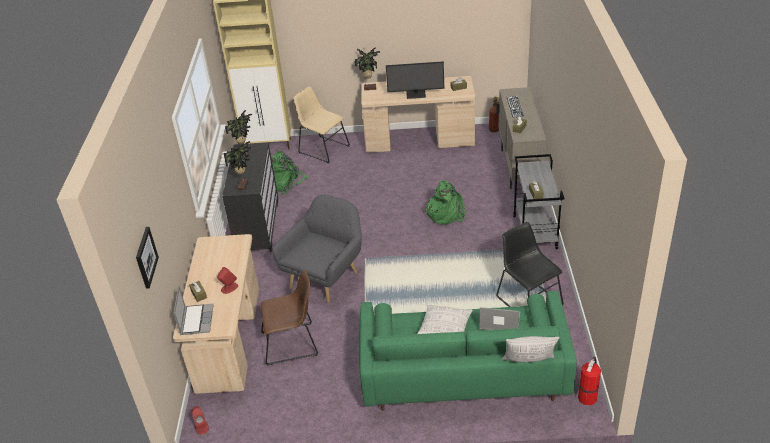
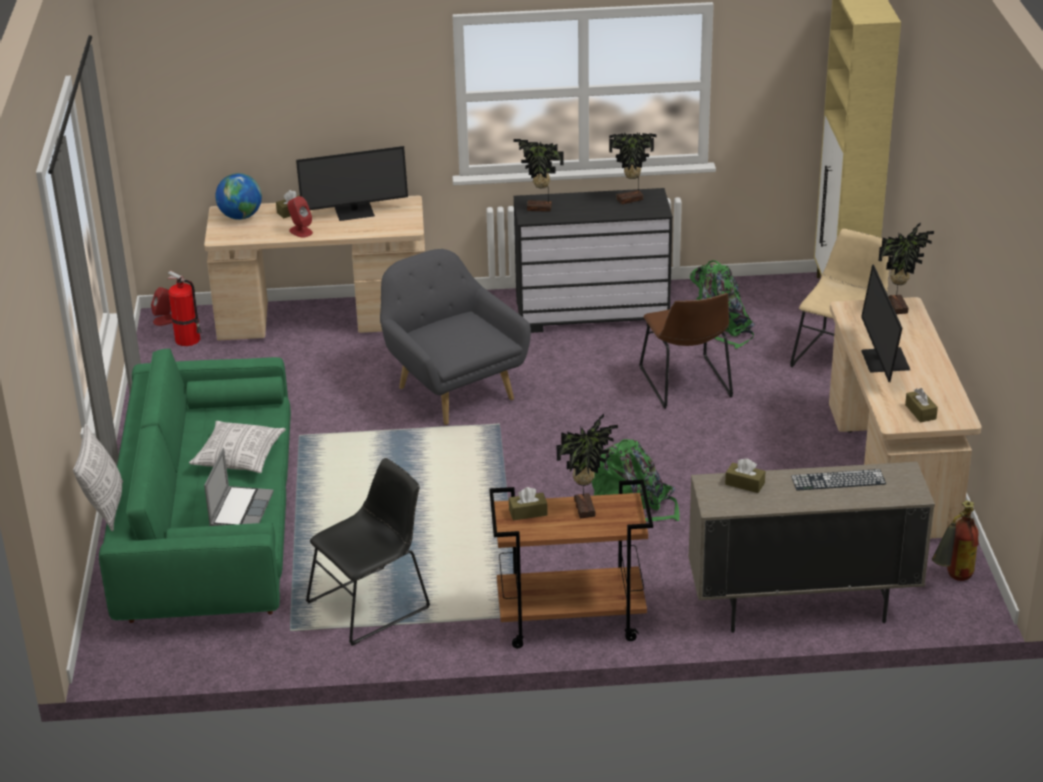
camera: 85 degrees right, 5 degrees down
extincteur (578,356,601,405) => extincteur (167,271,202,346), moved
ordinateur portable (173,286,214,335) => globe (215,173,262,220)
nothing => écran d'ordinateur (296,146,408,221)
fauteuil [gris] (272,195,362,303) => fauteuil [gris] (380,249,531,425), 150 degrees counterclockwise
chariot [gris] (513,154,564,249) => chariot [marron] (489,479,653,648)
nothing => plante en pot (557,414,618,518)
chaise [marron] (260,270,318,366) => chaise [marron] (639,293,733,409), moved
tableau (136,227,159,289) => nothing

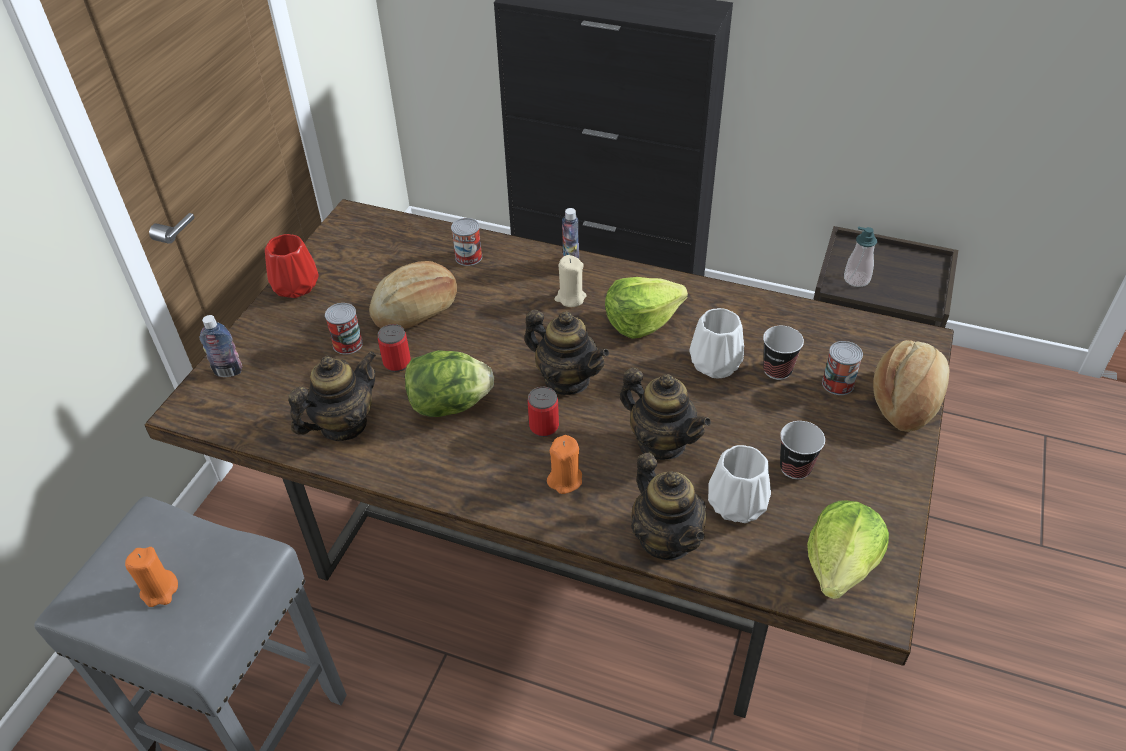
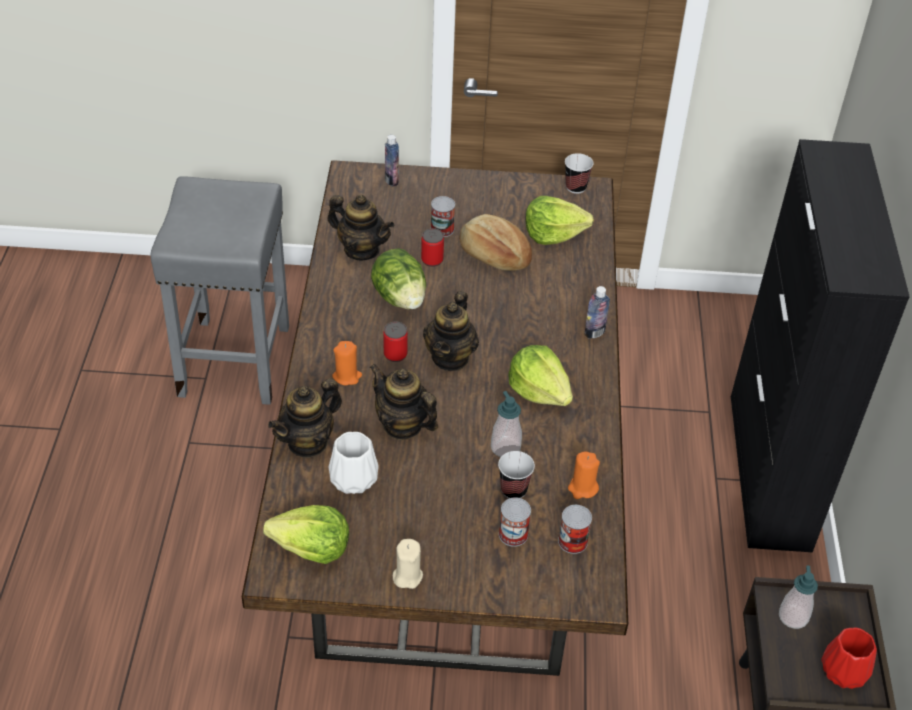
camera: 70 degrees right, 0 degrees up
théière (620,368,711,460) => théière (370,364,438,440), 105 degrees clockwise
bougie [beige] (555,255,586,307) => bougie [beige] (393,539,423,589), moved
vase [blanc] (689,308,744,379) => distributeur de savon (491,391,522,457)
nothing => laitue (525,196,594,245)
boîte métallique (451,218,482,266) => boîte métallique (558,505,592,554), moved
tasse (780,421,825,480) => tasse (565,153,594,194), moved
bougie [orange] (125,547,178,607) => bougie [orange] (568,452,600,499), moved
vase [rouge] (265,234,319,298) => vase [rouge] (821,628,877,689), moved
pain (873,340,950,432) => nothing

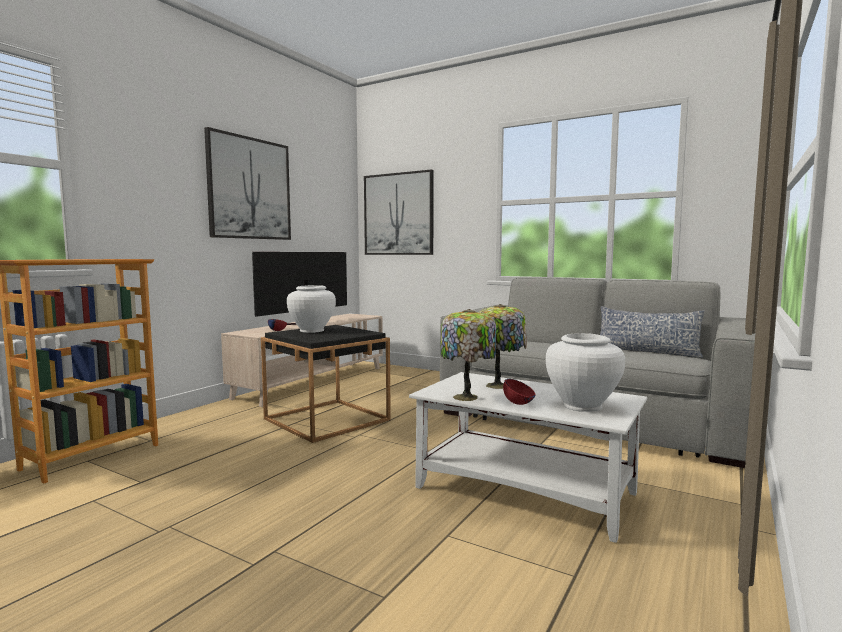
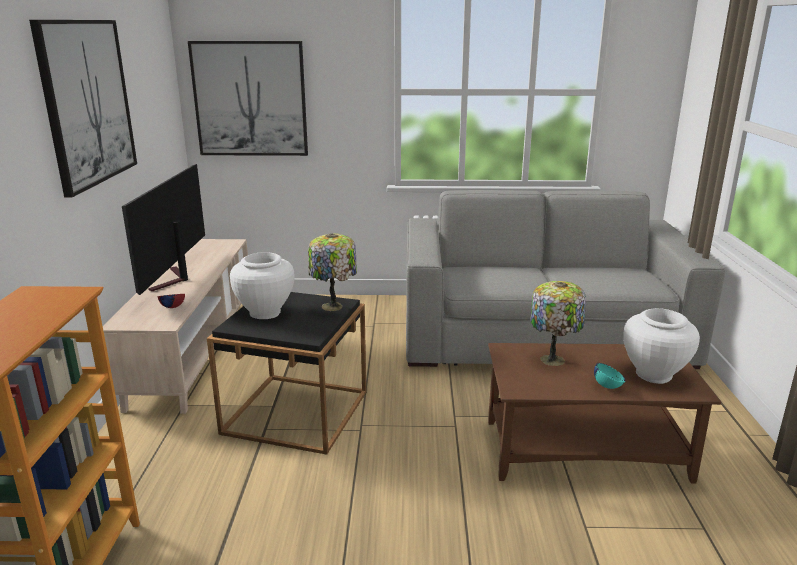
camera: 30 degrees left, 15 degrees up
lampe de table (440,309,496,401) => lampe de table (308,233,357,311), moved
table basse [blanc] (409,372,647,543) => table basse [marron] (488,343,721,484)
bol [rouge] (503,379,536,405) => bol [turquoise] (594,363,626,389)
coussin (600,306,705,358) => nothing

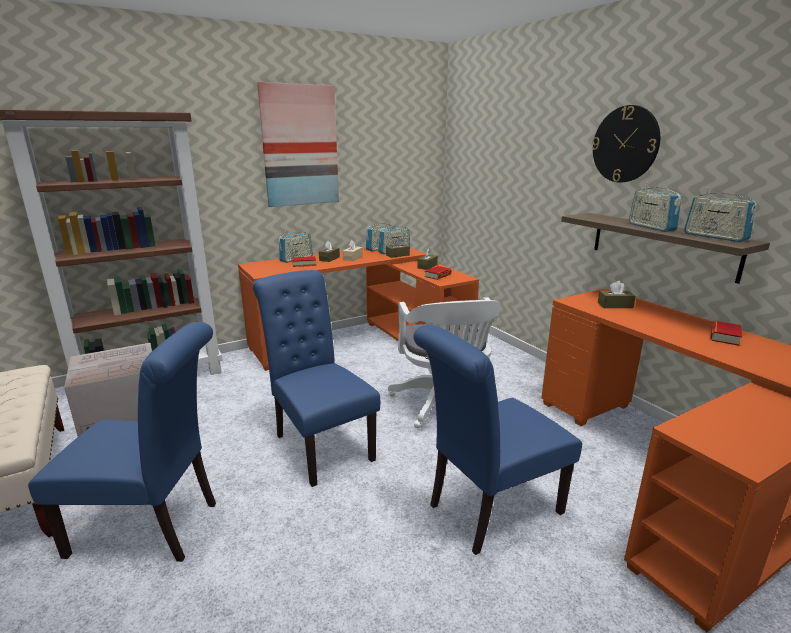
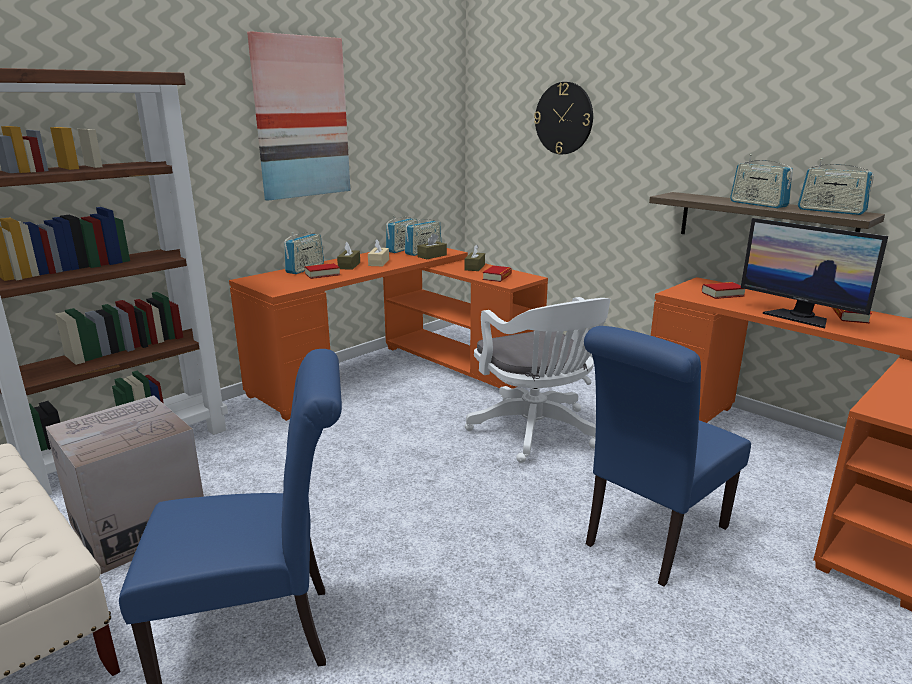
camera: 15 degrees left, 0 degrees up
horloge murale (592,105,660,183) => horloge murale (534,82,593,154), moved
boîte à mouchoirs [marron] (598,281,636,308) => livre (702,282,745,299)
nothing => écran d'ordinateur (741,218,888,328)
chaise [bleu] (253,270,380,487) => nothing

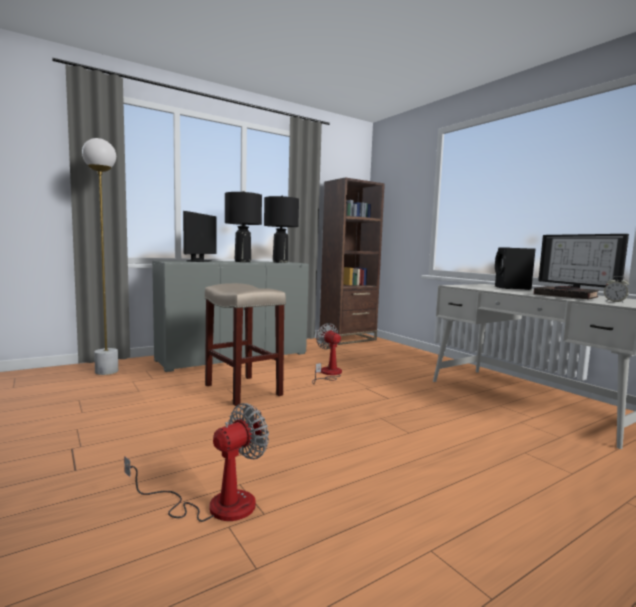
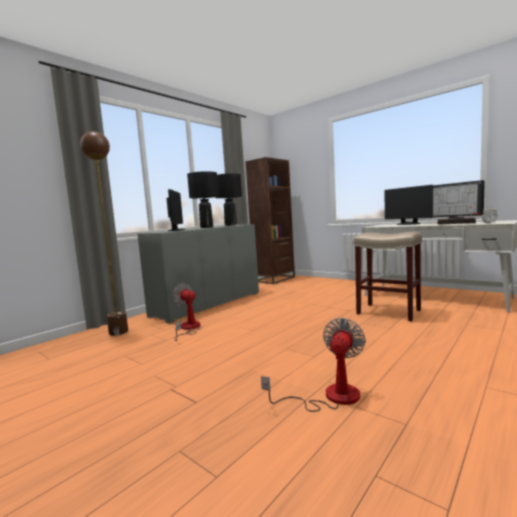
camera: 15 degrees left, 0 degrees up
lampadaire [blanc] (82,138,118,375) => lampadaire [marron] (80,131,128,336)
ventilateur (312,323,342,384) => ventilateur (172,283,200,341), moved
tabouret [beige] (205,283,286,406) => tabouret [beige] (354,232,422,321), moved
enceinte [noir] (495,248,535,290) => écran d'ordinateur (384,185,433,225)

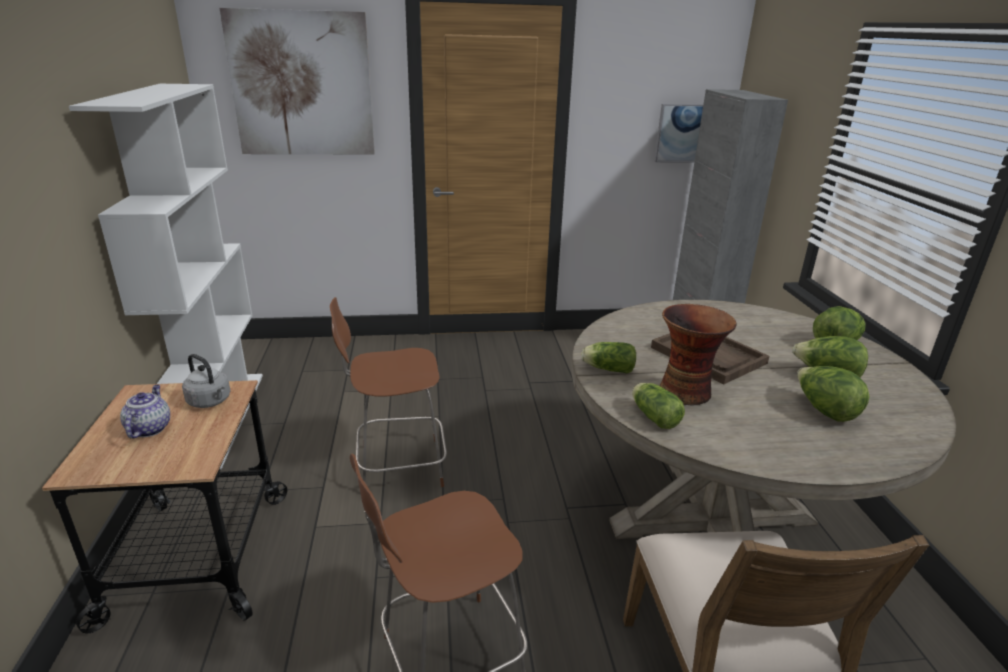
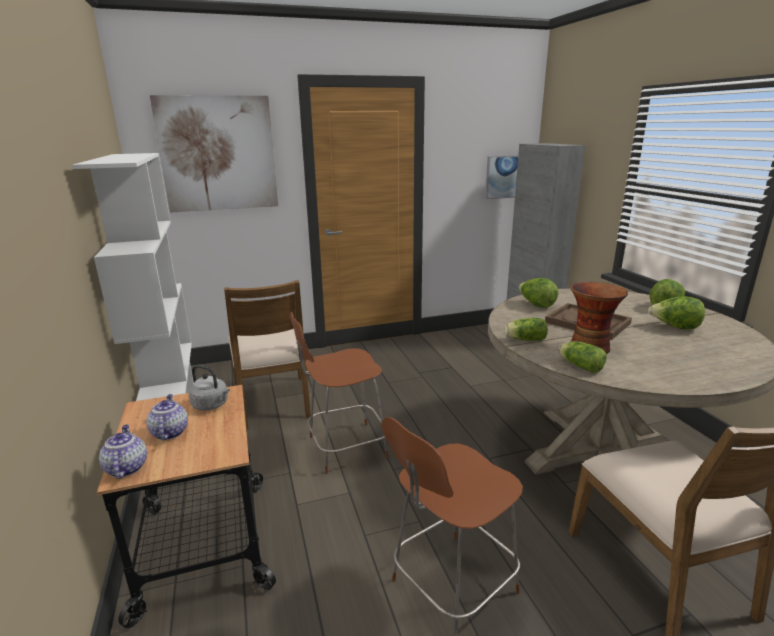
camera: 10 degrees left, 5 degrees down
nothing => théière (99,425,147,479)
nothing => chaise [marron] (224,280,311,430)
laitue (797,366,870,422) => laitue (519,278,558,308), moved

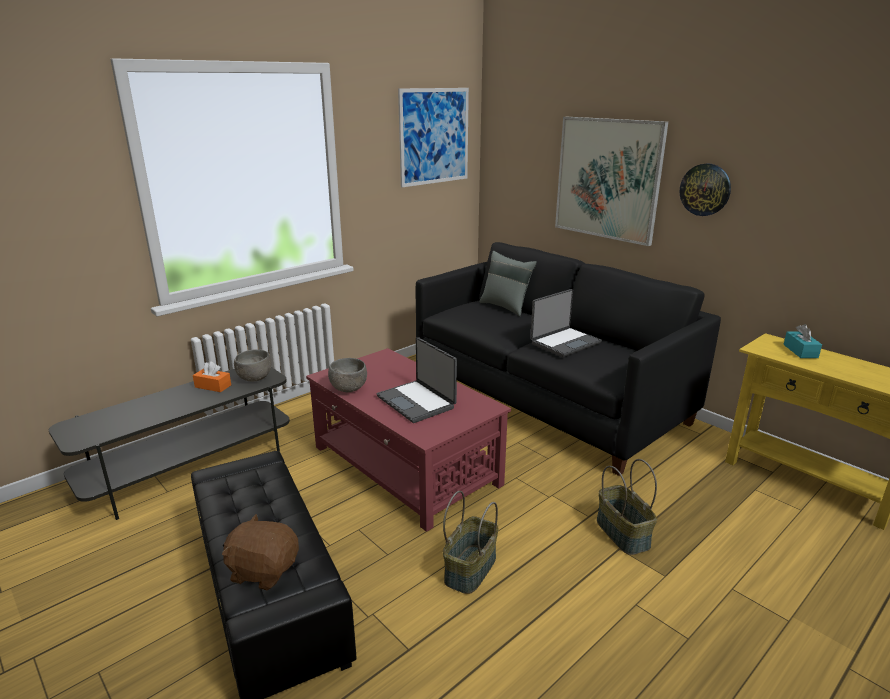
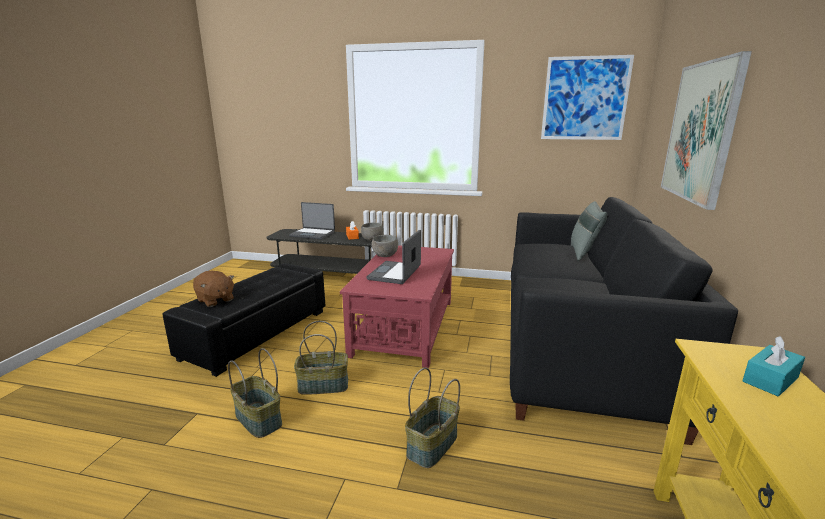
camera: 55 degrees right, 5 degrees down
peluche [marron] (222,514,299,590) => peluche [marron] (193,271,234,307), 150 degrees clockwise
nothing => panier (228,348,282,438)
ordinateur portable (530,289,602,357) => ordinateur portable (289,202,335,239), moved
horloge murale (679,163,731,216) => nothing

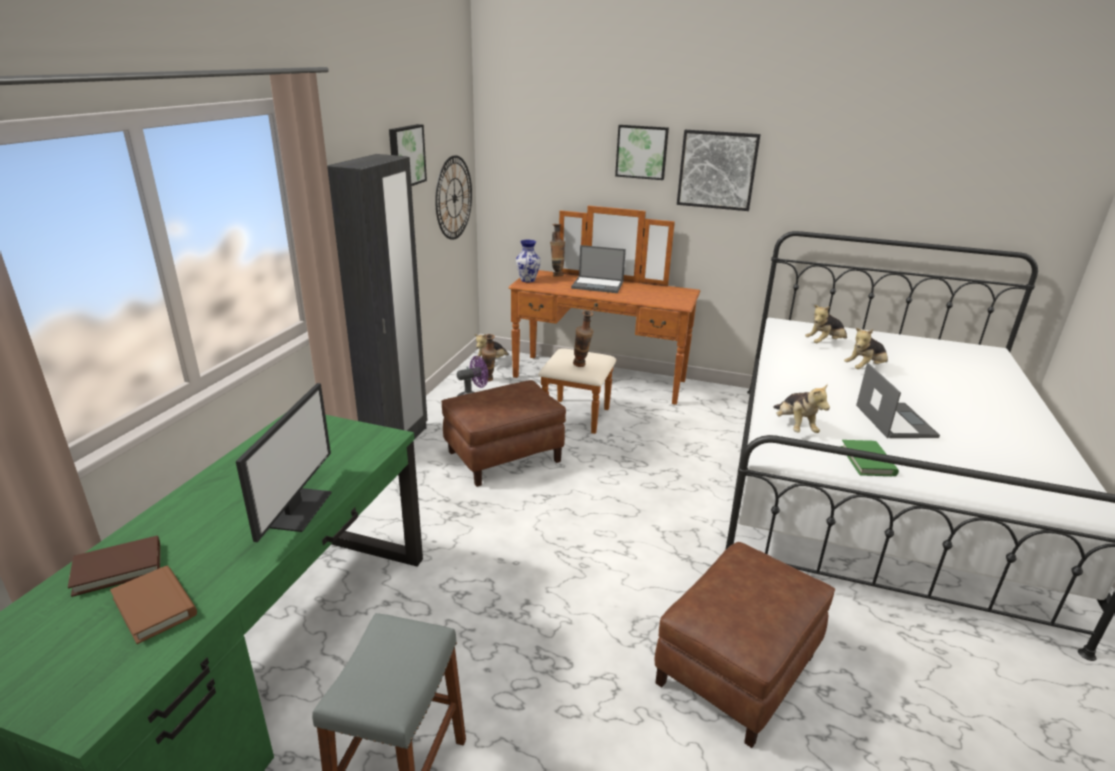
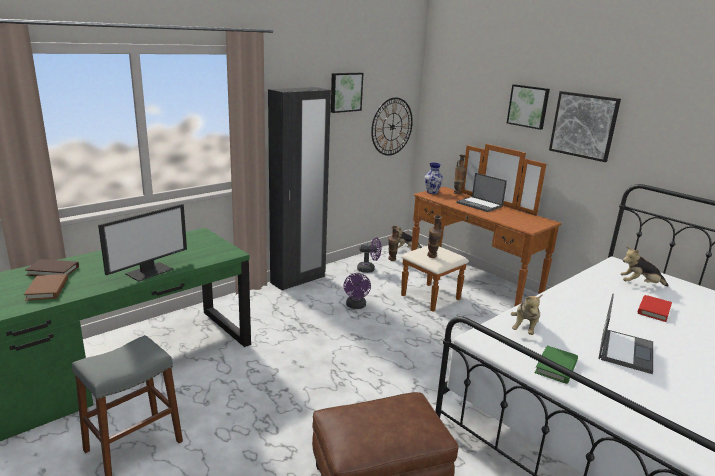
camera: 30 degrees right, 5 degrees down
pouf [marron] (441,380,566,487) => ventilateur [violet] (344,273,371,309)
peluche (844,328,888,369) => livre [rouge] (638,295,672,322)

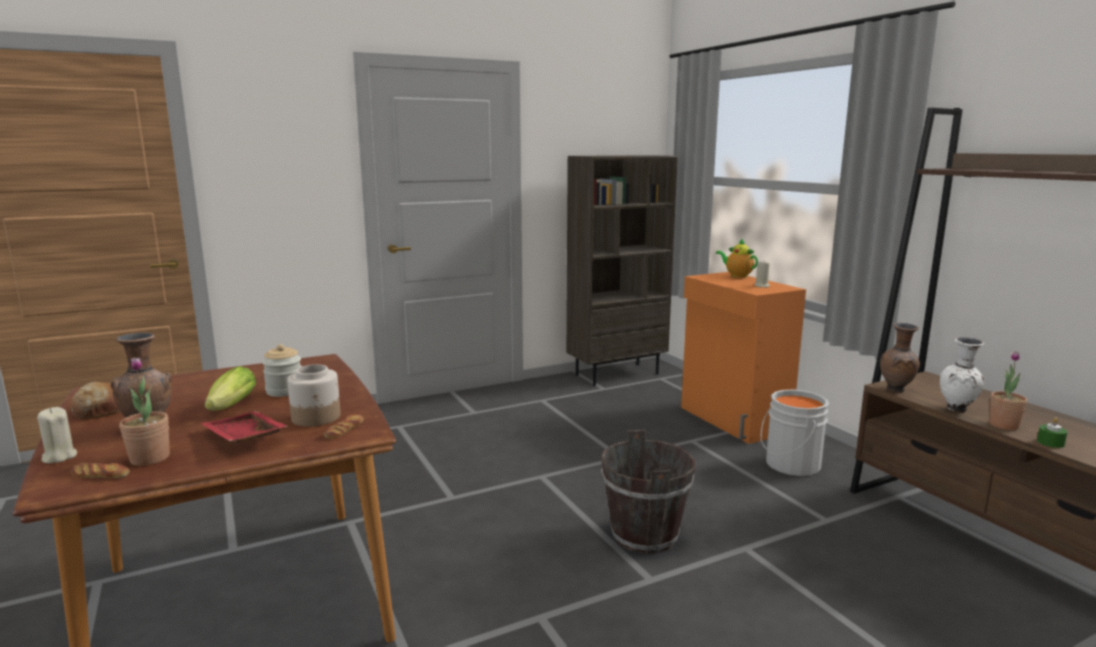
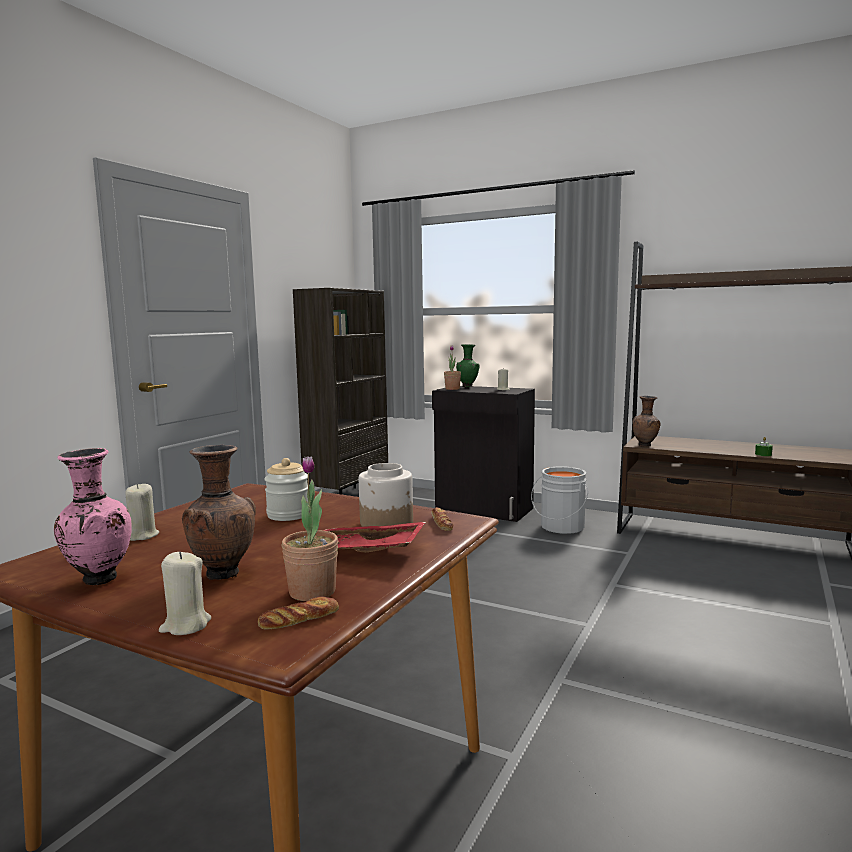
camera: 35 degrees left, 5 degrees down
pain (71,382,121,419) => vase [rose] (54,448,132,585)
nothing => bougie [beige] (126,483,159,541)
meuble de rangement [orange] (681,272,806,444) => meuble de rangement [noir] (432,386,535,522)
plante en pot (989,351,1028,430) => plante en pot (444,345,461,390), moved
théière (716,238,758,278) => vase [vert] (456,344,480,387)
laitue (205,366,256,411) => nothing
seau [marron] (601,430,695,554) => nothing
vase [blanc] (940,337,984,413) => nothing

